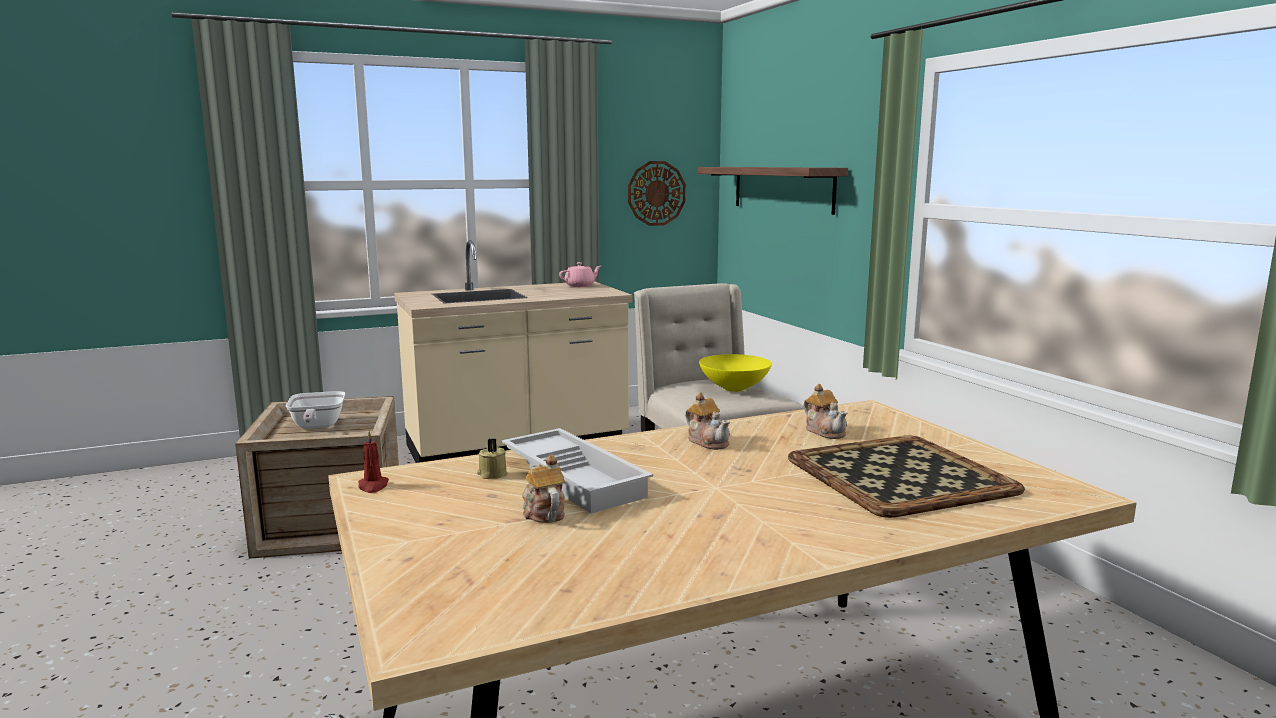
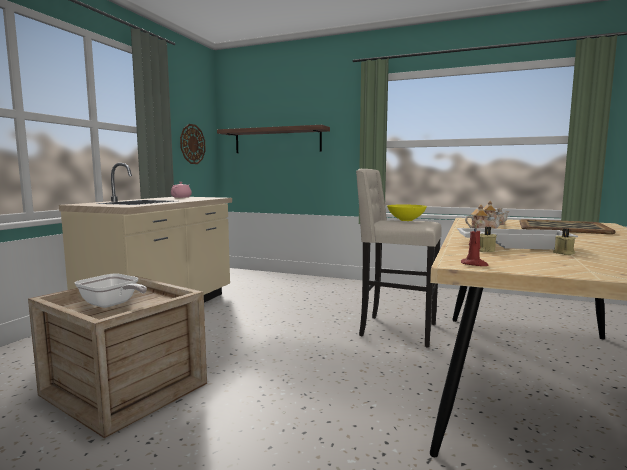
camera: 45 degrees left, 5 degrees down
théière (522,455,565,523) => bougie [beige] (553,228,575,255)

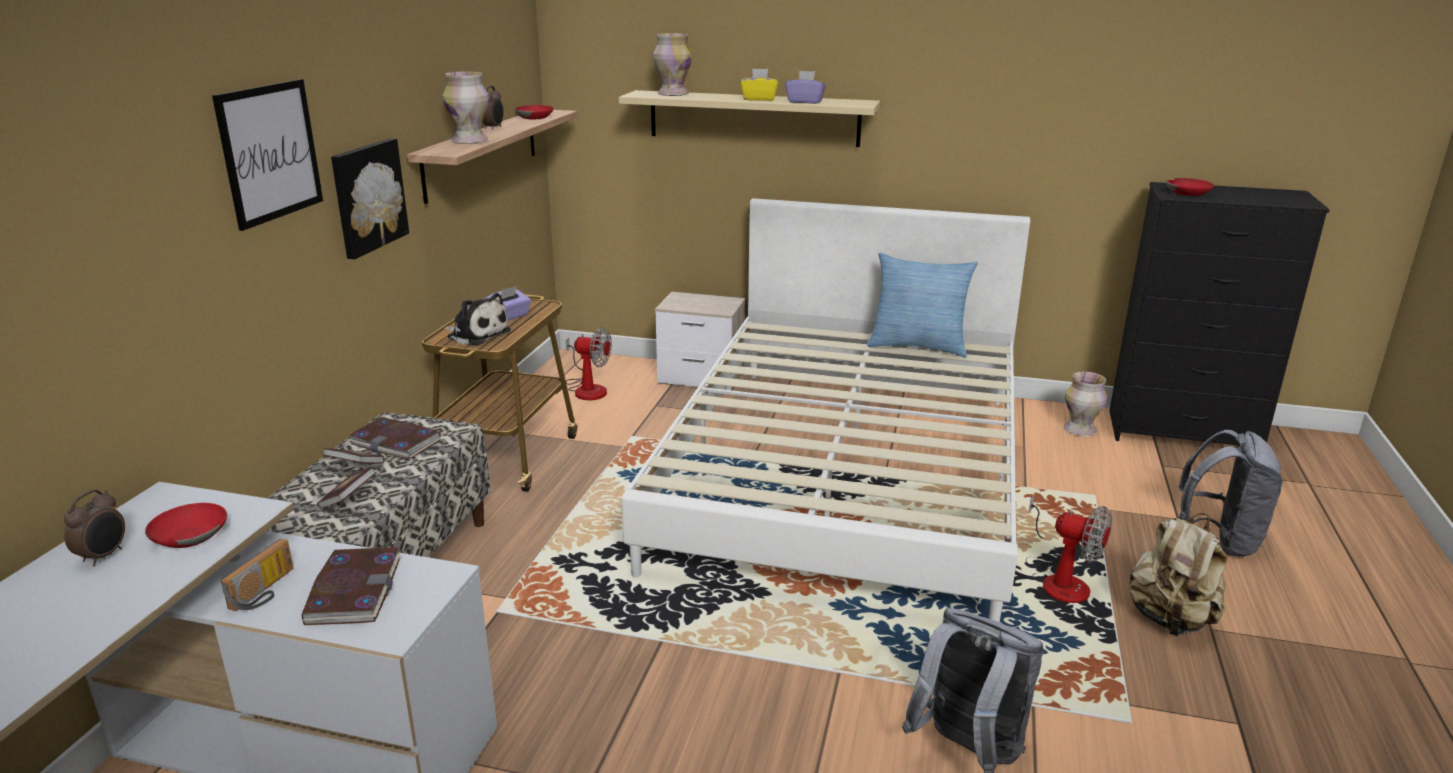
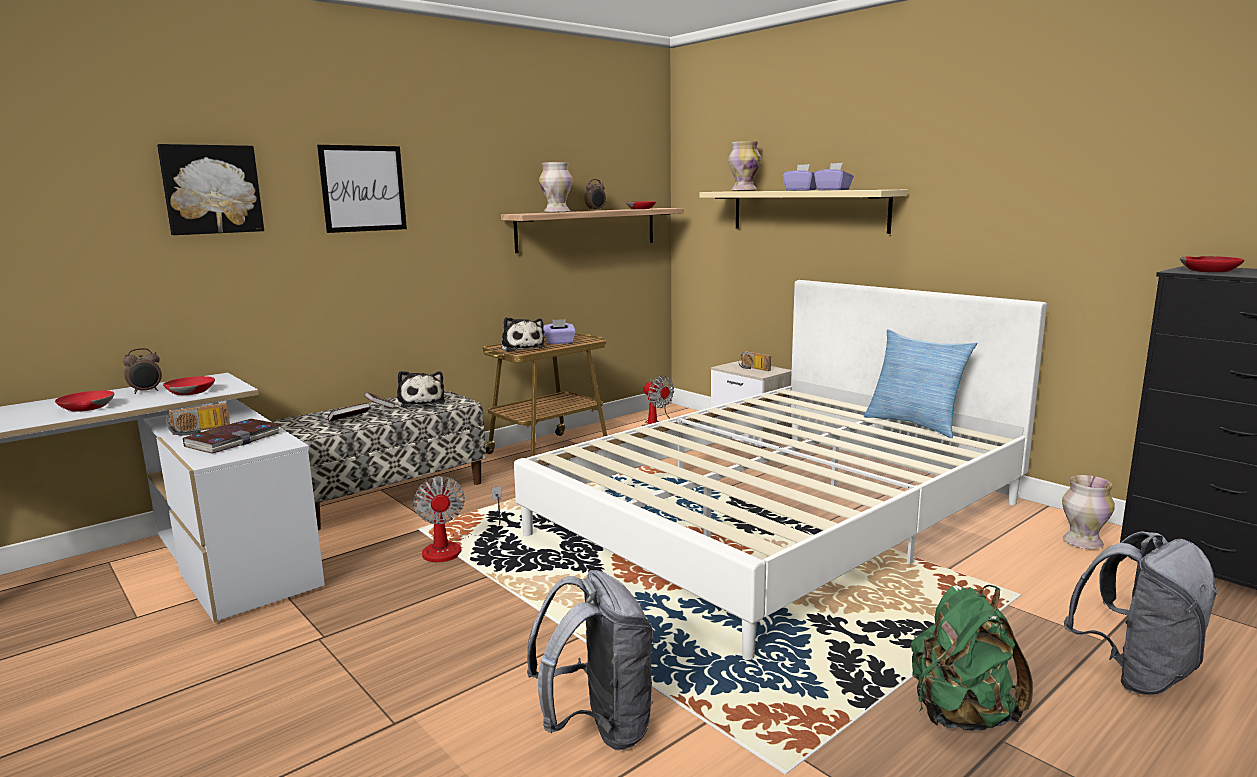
camera: 35 degrees right, 10 degrees down
nothing => bol [rouge] (55,391,114,412)
tableau (331,138,409,259) => tableau (157,144,264,235), moved
livre (348,417,441,460) => peluche (397,371,445,408)
ventilateur (1026,495,1112,603) => ventilateur (413,476,502,562), moved
nothing => radio (739,351,771,371)
boîte à mouchoirs [jaune] (740,68,778,101) => boîte à mouchoirs [violet] (783,164,817,191)
sac à dos [beige] (1129,513,1227,636) => sac à dos [vert] (911,585,1033,731)

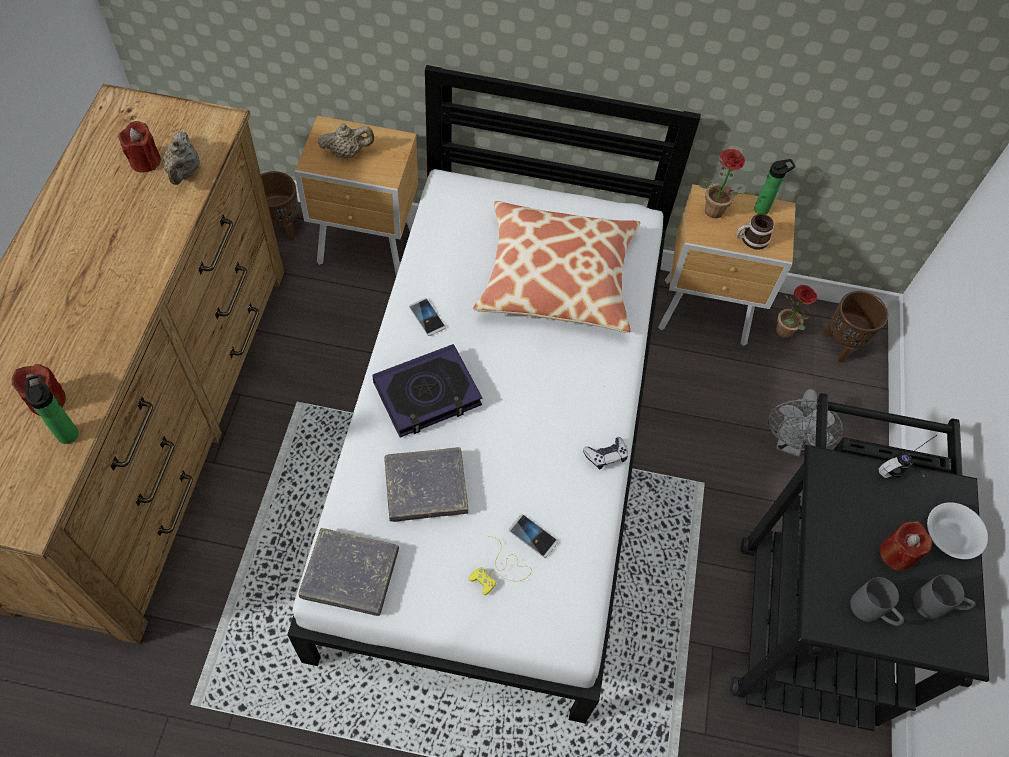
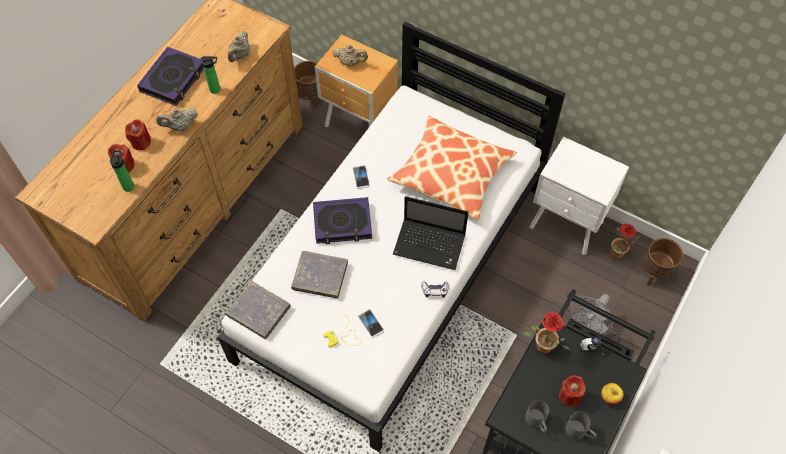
camera: 25 degrees right, 0 degrees up
bougie [rouge] (118,121,161,173) => bougie [rouge] (125,119,151,150), moved
nothing => livre (137,47,204,106)
nothing => théière [beige] (156,108,198,131)
bouteille (754,159,795,215) => bouteille (200,56,220,94), moved
nothing => ordinateur portable (393,196,468,270)
plante en pot (699,149,752,218) => plante en pot (524,312,570,354), moved
table de chevet [marron] (658,184,796,346) => table de chevet [blanc] (530,137,629,255)
bol [blanc] (927,502,988,559) => pomme (601,383,624,405)
mug (736,214,774,250) => nothing

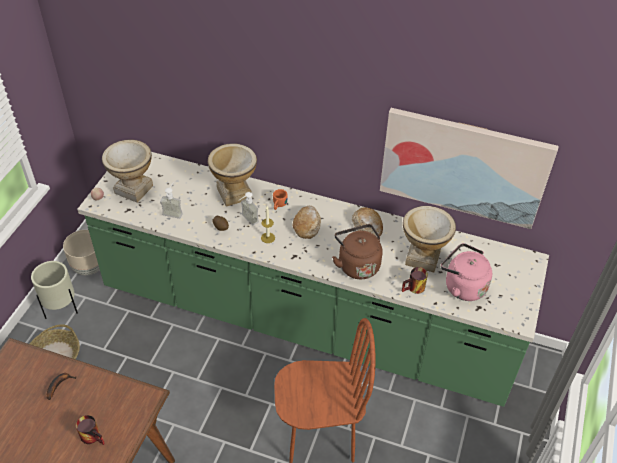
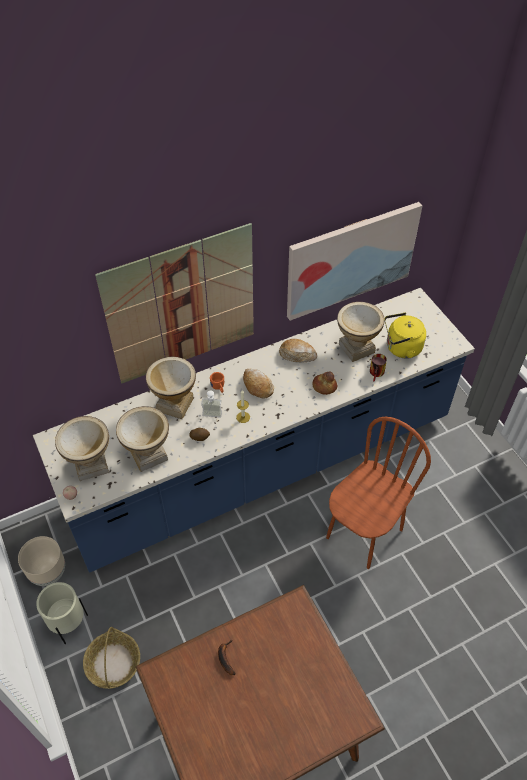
camera: 45 degrees left, 5 degrees up
comptoir de cuisine [vert] (77,152,549,407) => comptoir de cuisine [bleu] (33,288,475,573)
nothing => tableau (95,223,254,383)
distributeur de savon (160,182,183,219) => vase (116,406,169,472)
bouilloire [marron] (332,224,383,279) => pain (312,372,337,395)
bouilloire [rose] (441,243,492,301) => bouilloire [jaune] (385,312,426,359)
mug (76,415,105,445) => nothing

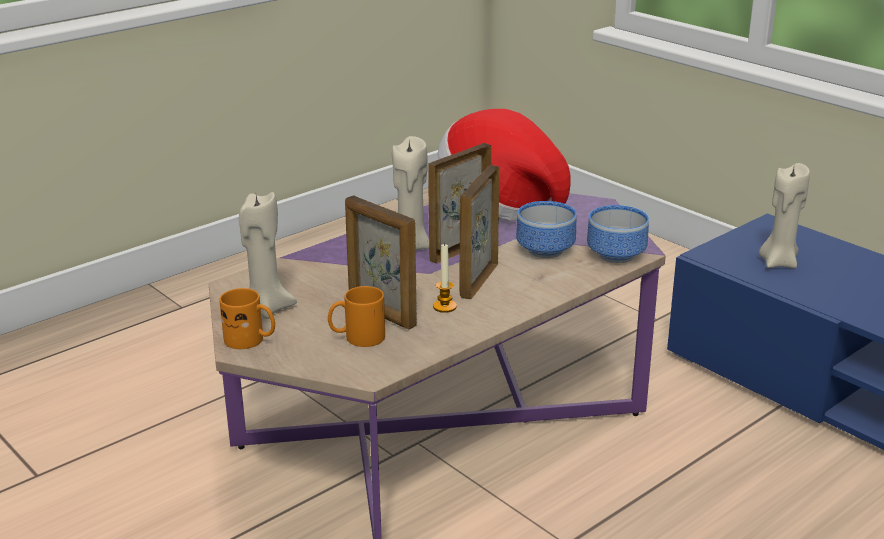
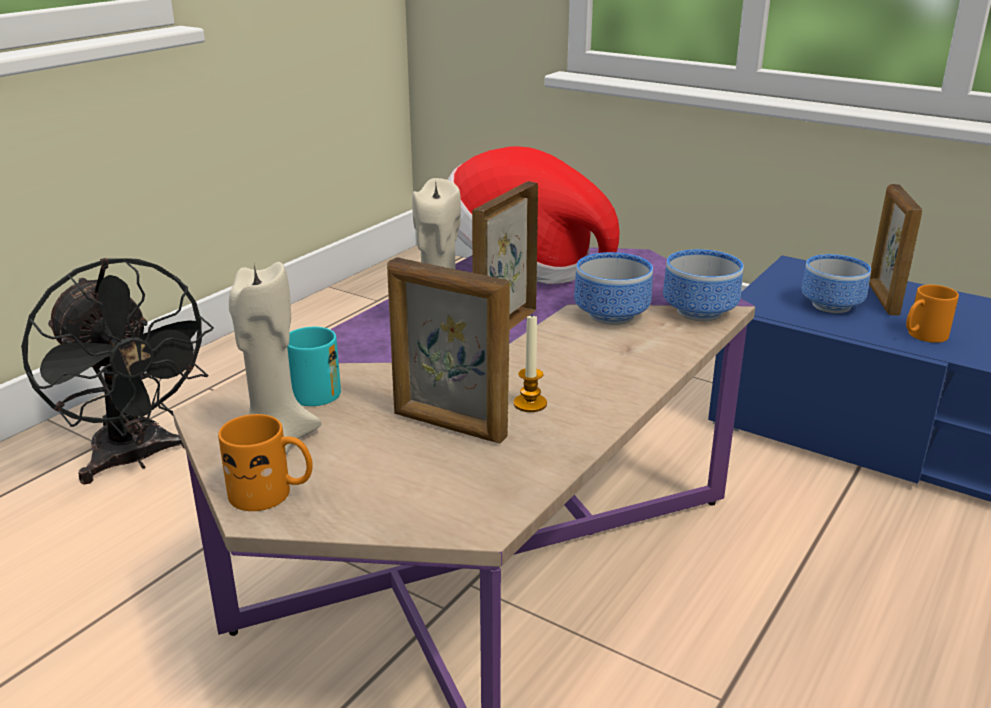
camera: 15 degrees left, 0 degrees up
nothing => ventilateur [noir] (21,258,214,484)
nothing => mug [turquoise] (287,327,341,406)
bougie [beige] (759,163,810,269) => bol (802,254,871,313)
cadre photo (460,165,499,299) => cadre photo (869,184,922,315), moved
mug [orange] (328,286,385,347) => mug [orange] (906,285,959,343), moved

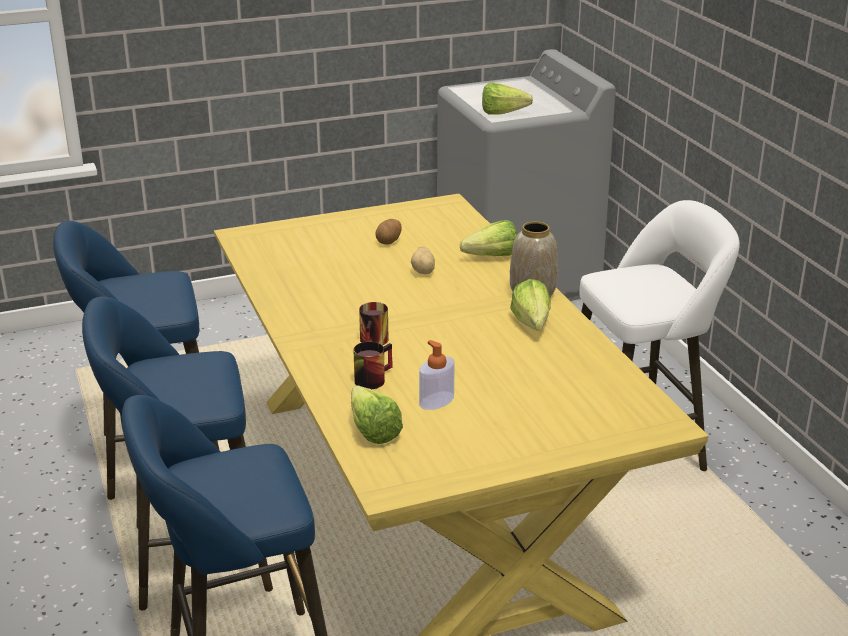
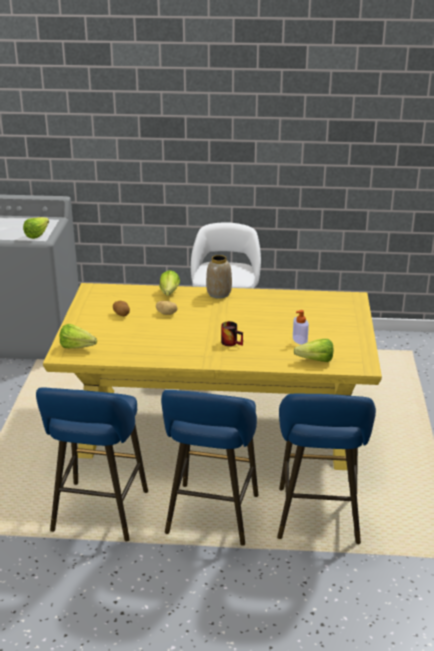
camera: 65 degrees left, 0 degrees up
laitue (510,279,551,330) => laitue (60,324,97,349), moved
mug (354,342,392,389) => nothing

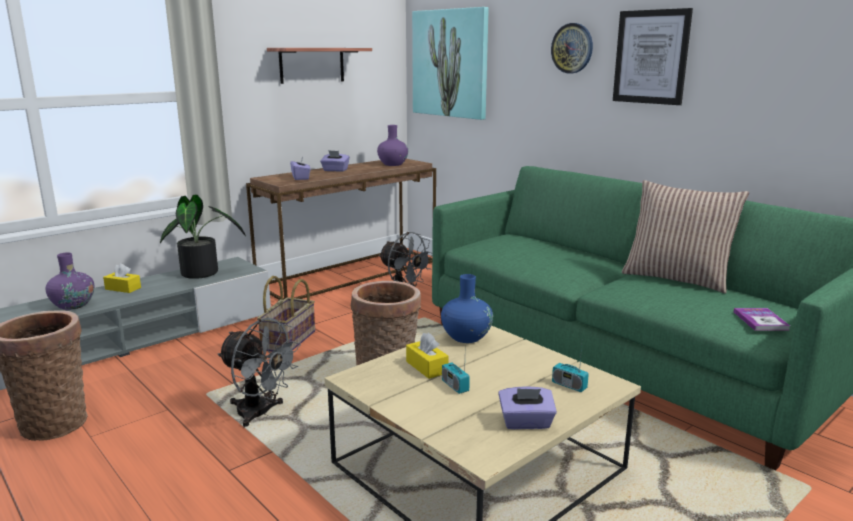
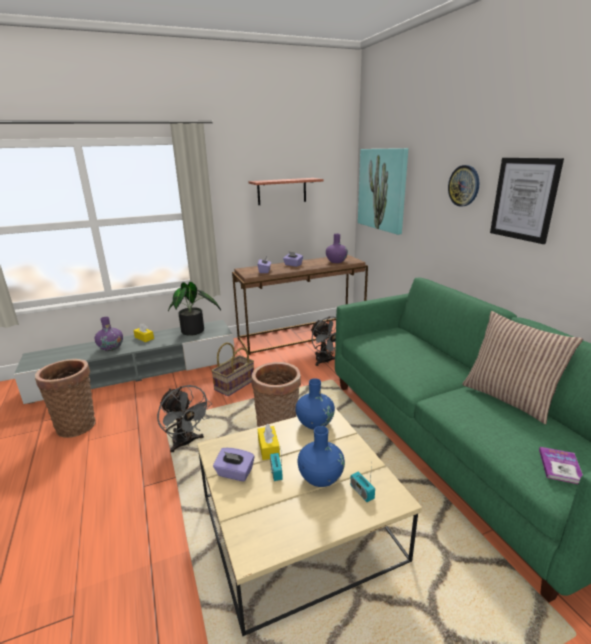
camera: 20 degrees right, 5 degrees up
boîte à mouchoirs [violet] (498,386,557,429) => boîte à mouchoirs [violet] (213,448,255,481), moved
nothing => vase [bleu] (298,426,345,487)

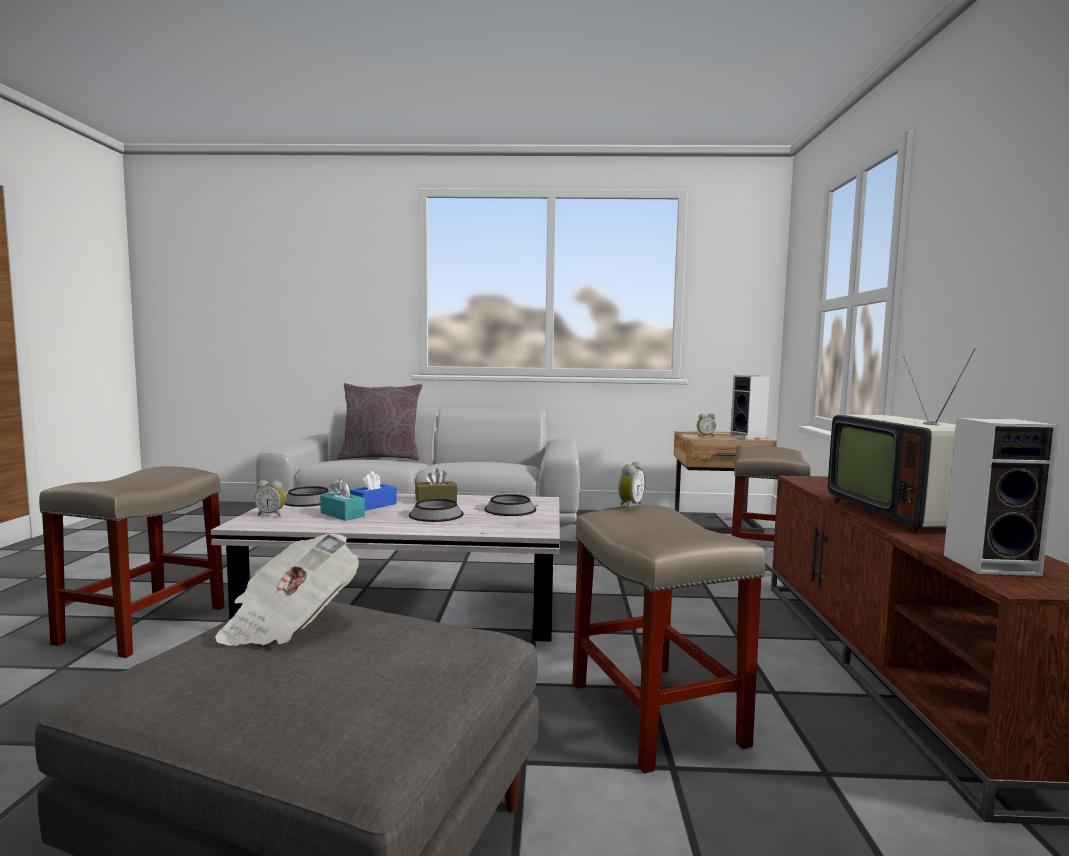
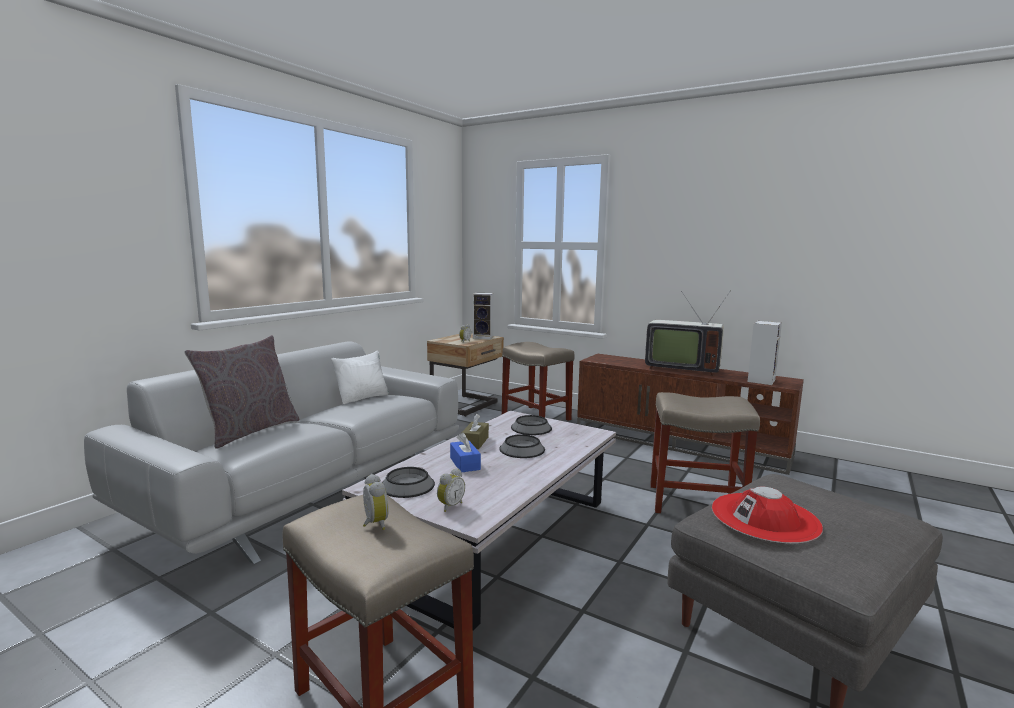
camera: 60 degrees left, 5 degrees up
nothing => coussin [blanc] (331,351,389,404)
réveil (618,461,646,510) => réveil (363,474,389,530), moved
journal (215,533,359,646) => chapeau [rouge] (712,487,823,543)
boîte à mouchoirs [turquoise] (320,479,365,521) => nothing

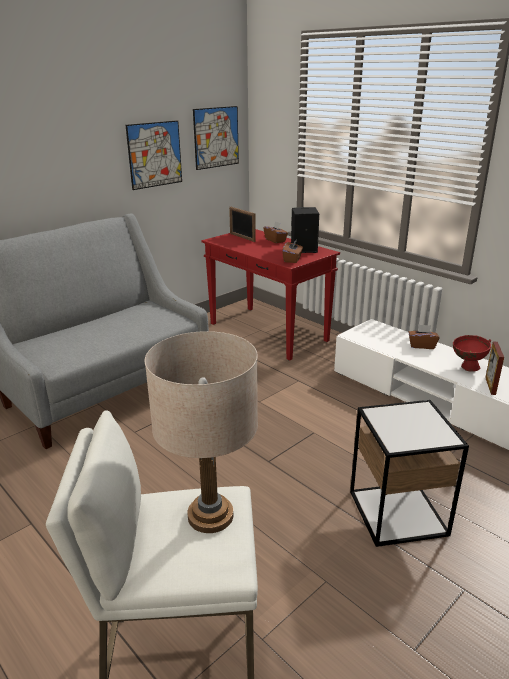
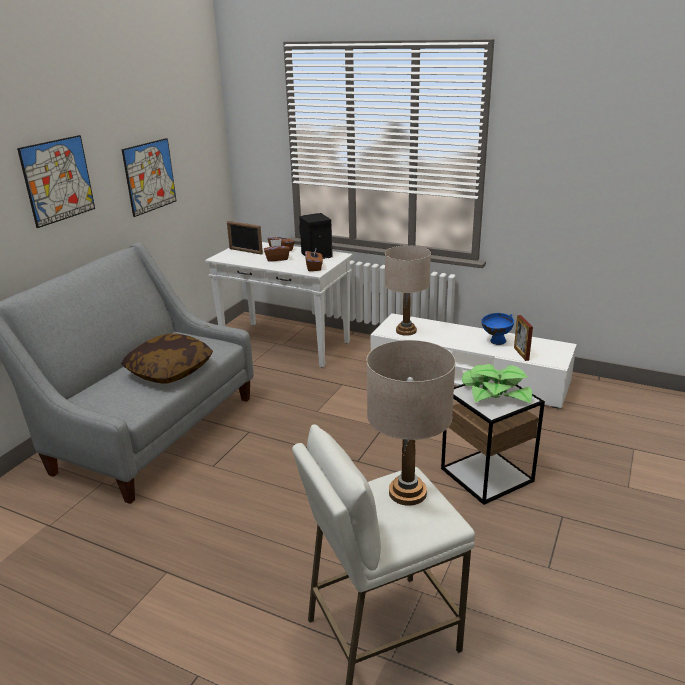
camera: 20 degrees left, 0 degrees up
tableau (193,106,239,170) => tableau (17,135,95,228), moved
nothing => coussin (121,333,213,384)
table console [rouge] (202,229,340,361) => table console [blanc] (205,242,353,368)
boîte à mouchoirs [marron] (408,324,439,349) => boîte à mouchoirs [marron] (264,239,290,262), moved
nothing => lampe de table [beige] (385,245,431,336)
nothing => plante en pot (462,364,532,403)
bol [rouge] (453,335,491,372) => bol [bleu] (481,313,514,345)

